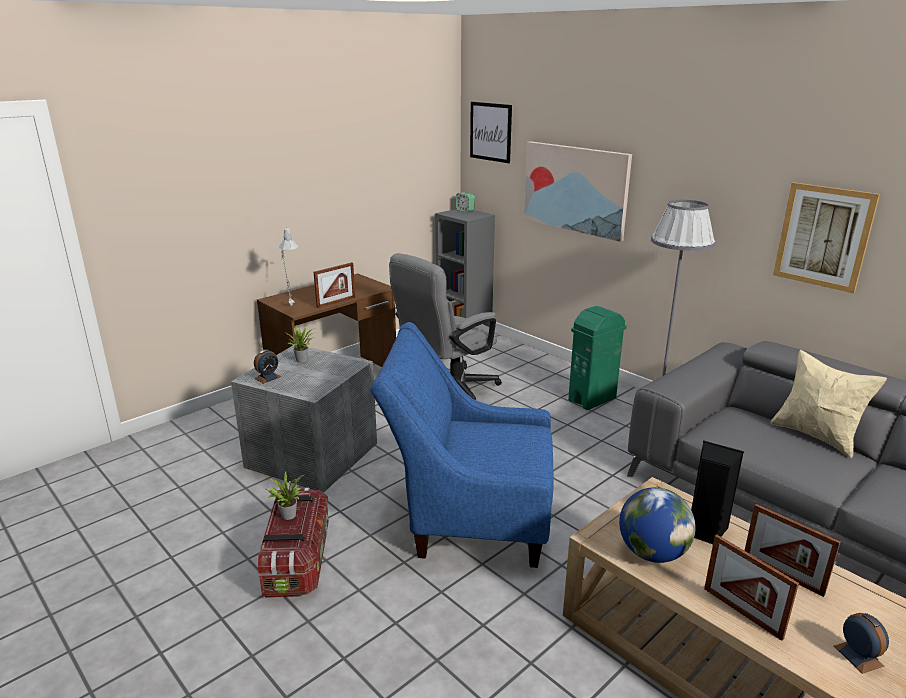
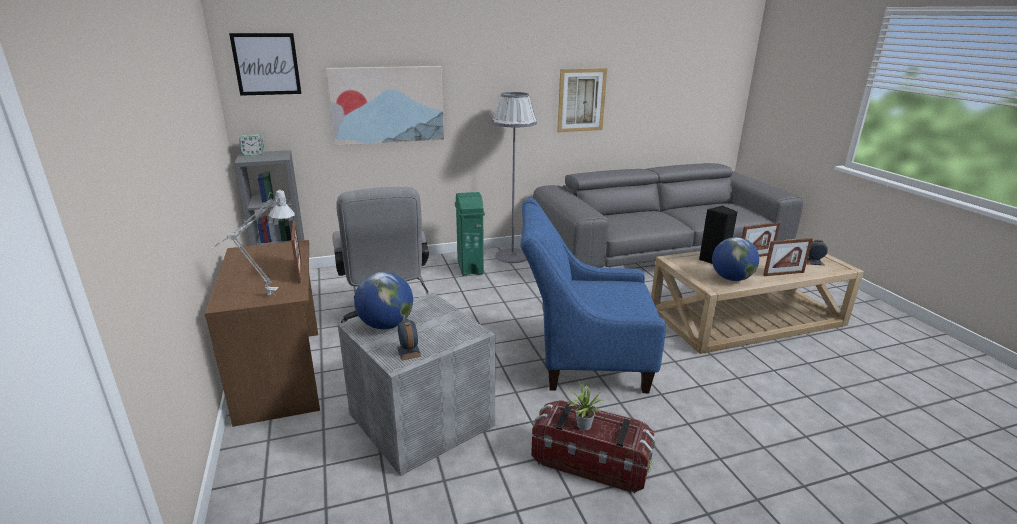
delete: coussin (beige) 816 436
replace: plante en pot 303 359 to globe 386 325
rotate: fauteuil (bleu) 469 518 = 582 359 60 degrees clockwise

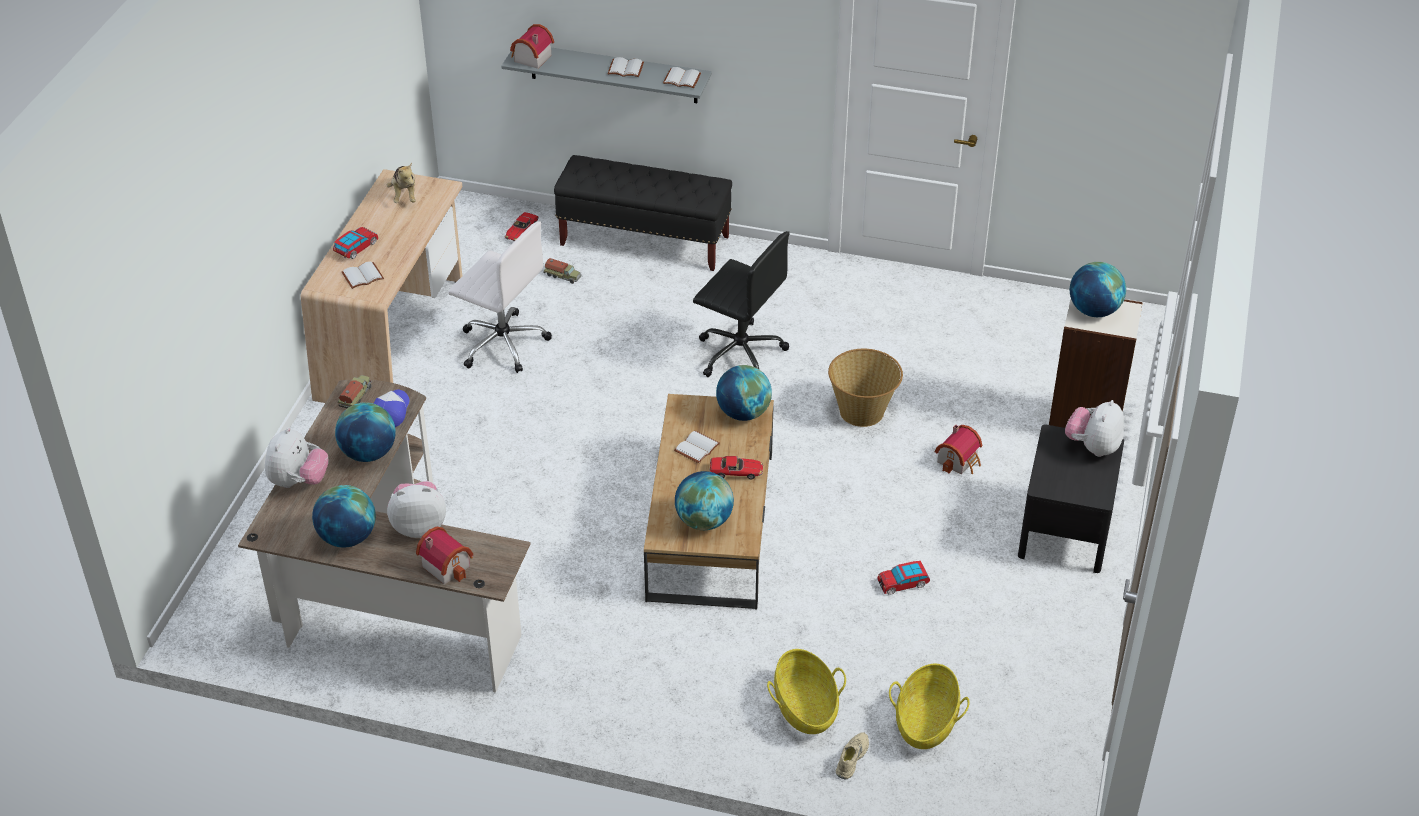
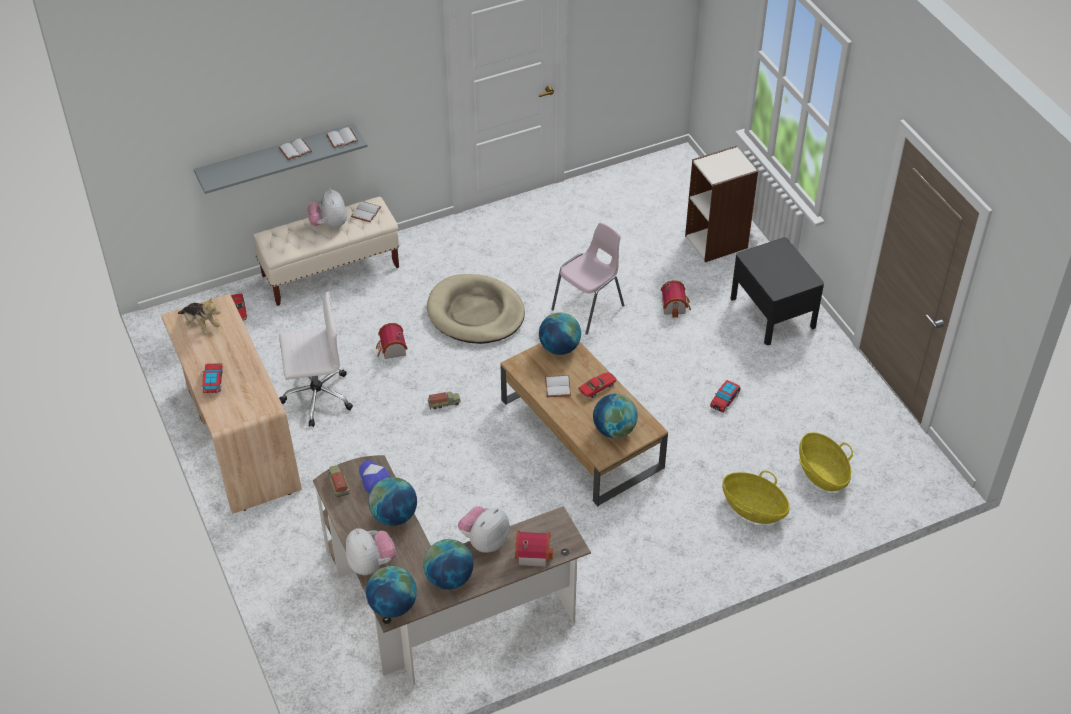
delete: chaussure (beige) 851 758
move: livre (blanc) 362 277 to 366 213; maison miniature 530 58 to 391 350; camion jouet 563 276 to 444 403; peluche 1092 447 to 329 224; globe 1094 310 to 392 605
replace: chaise de bureau (noir) 739 353 to panier pour chien (beige) 475 313; panier 862 411 to chaise (rose) 589 308
recolor: banc (noir) 645 241 to banc (beige) 331 271

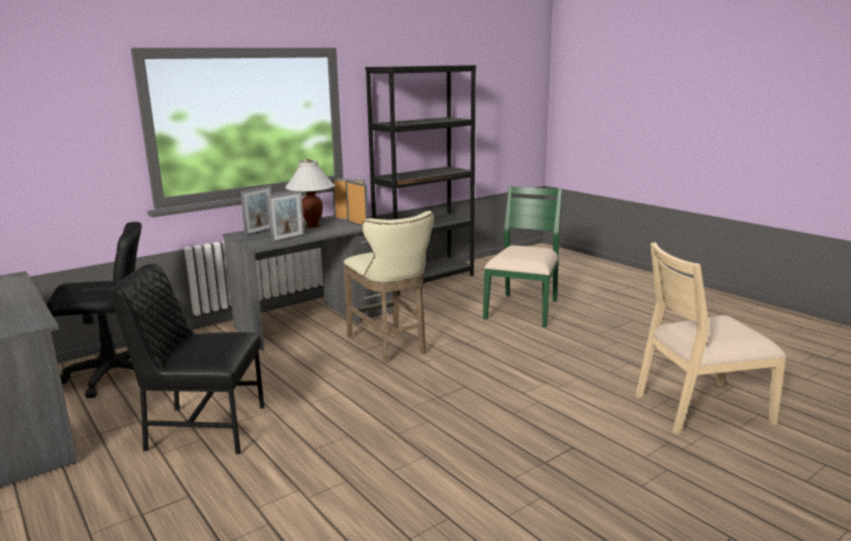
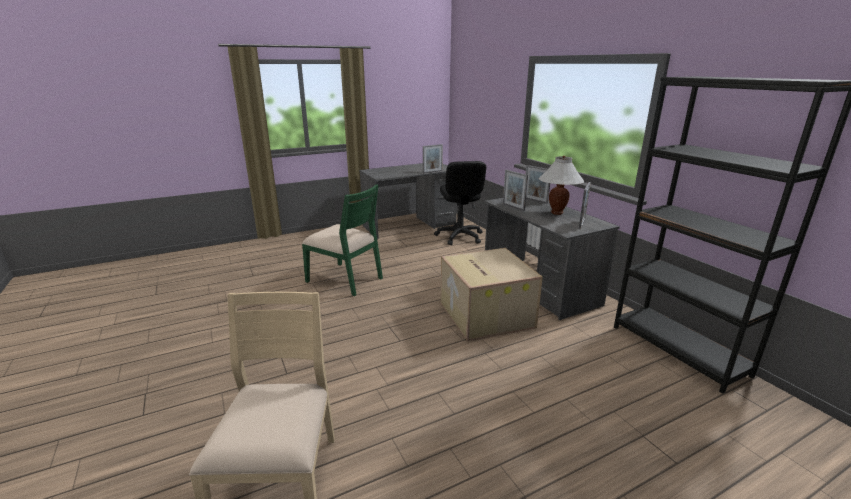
delete: chaise (noir) 204 428
move: cadre photo 358 224 to 432 172; chaise (vert) 523 309 to 345 279
replace: tabouret (beige) 390 346 to carton 484 314

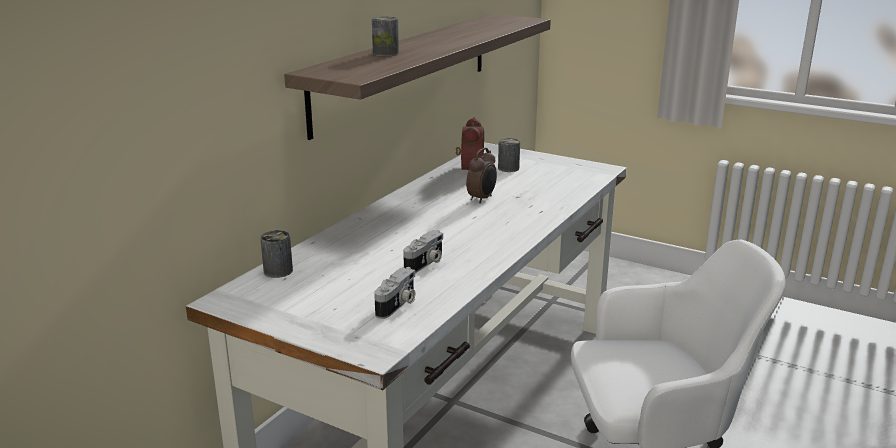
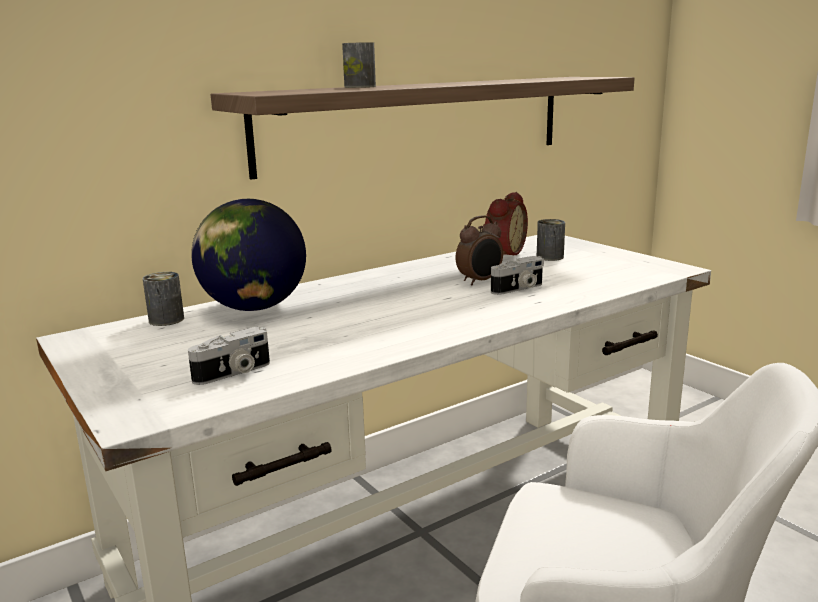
insert: globe 253 307
move: appareil photo 425 263 to 518 289

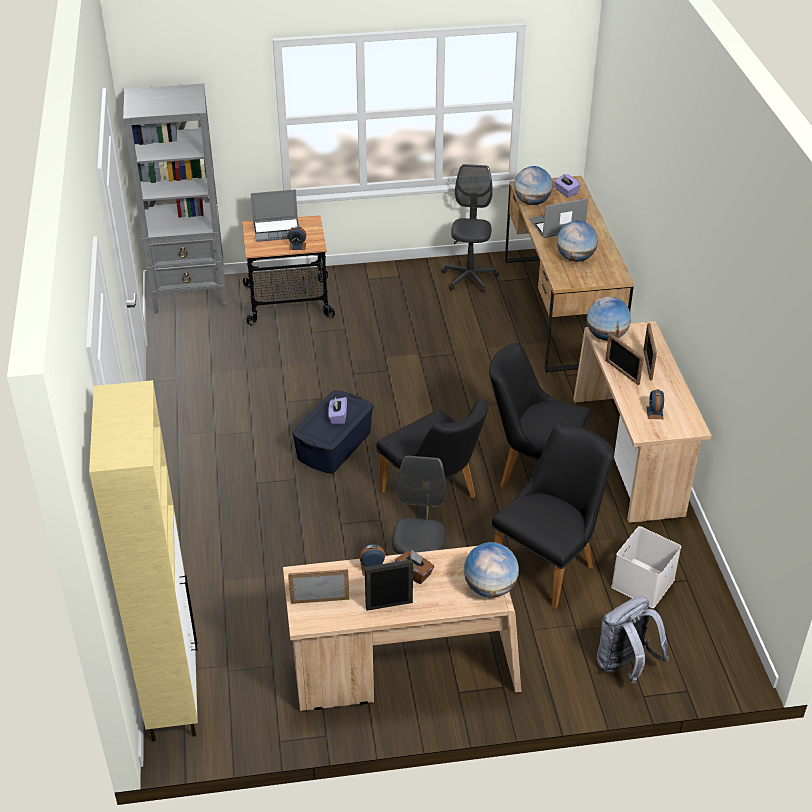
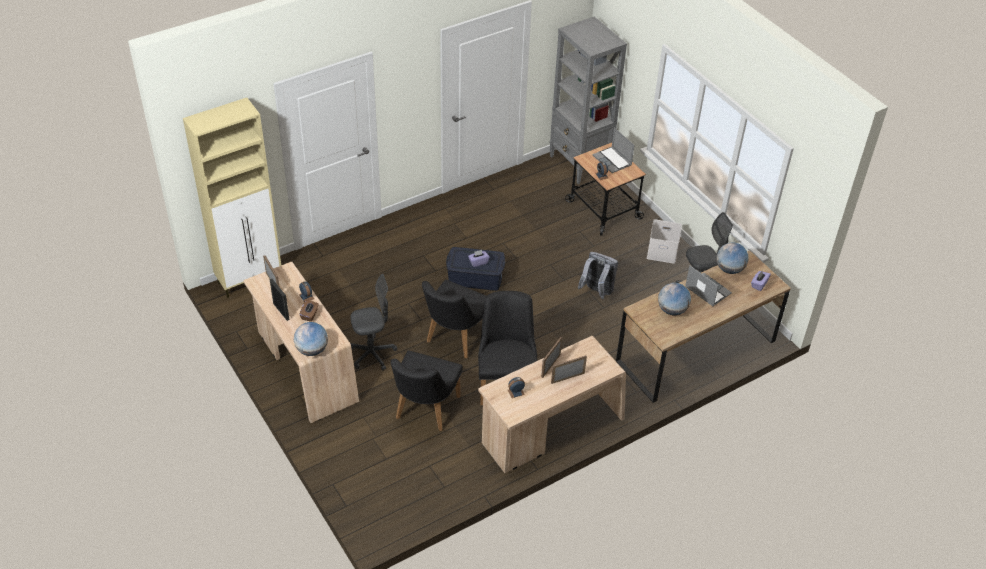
delete: globe 606 336
move: sac à dos (gris) 625 666 to 597 292; boîte de rangement (blanc) 642 582 to 663 251
rotate: chaise (noir) 550 563 = 424 411 90 degrees clockwise

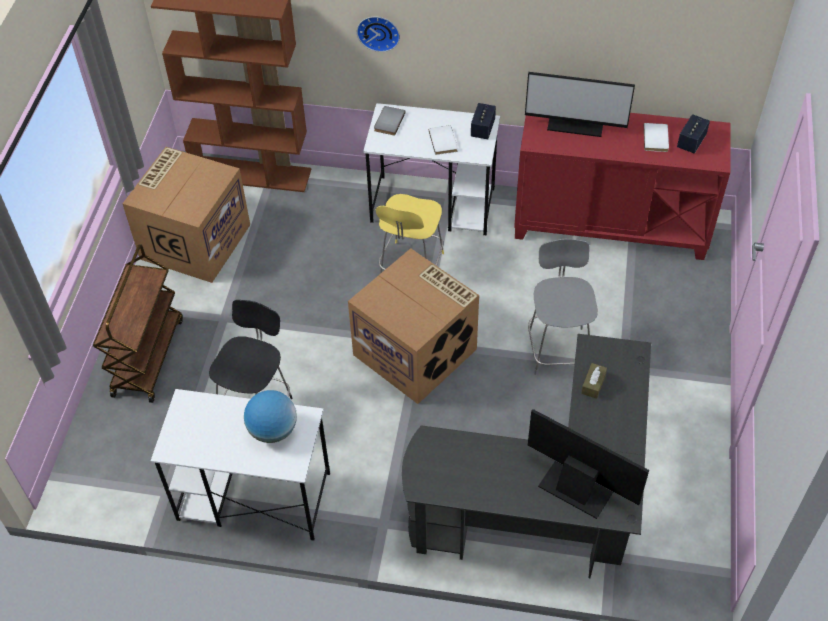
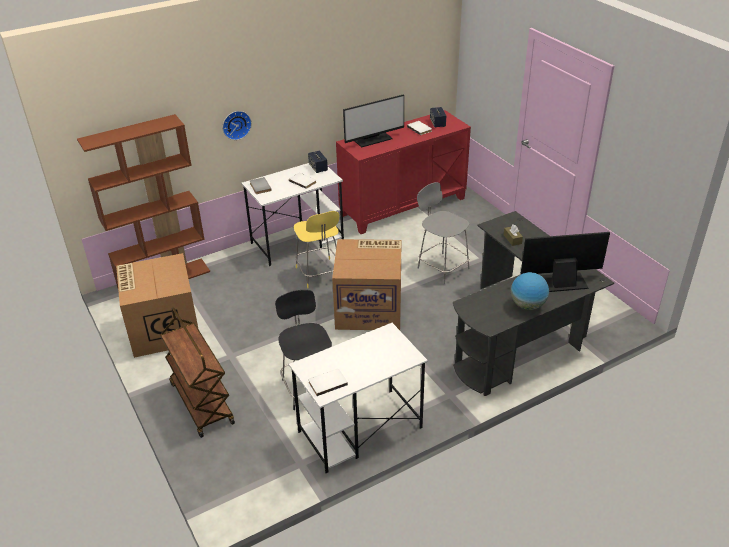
insert: livre (blanc) 327 382
move: globe 273 430 to 527 305

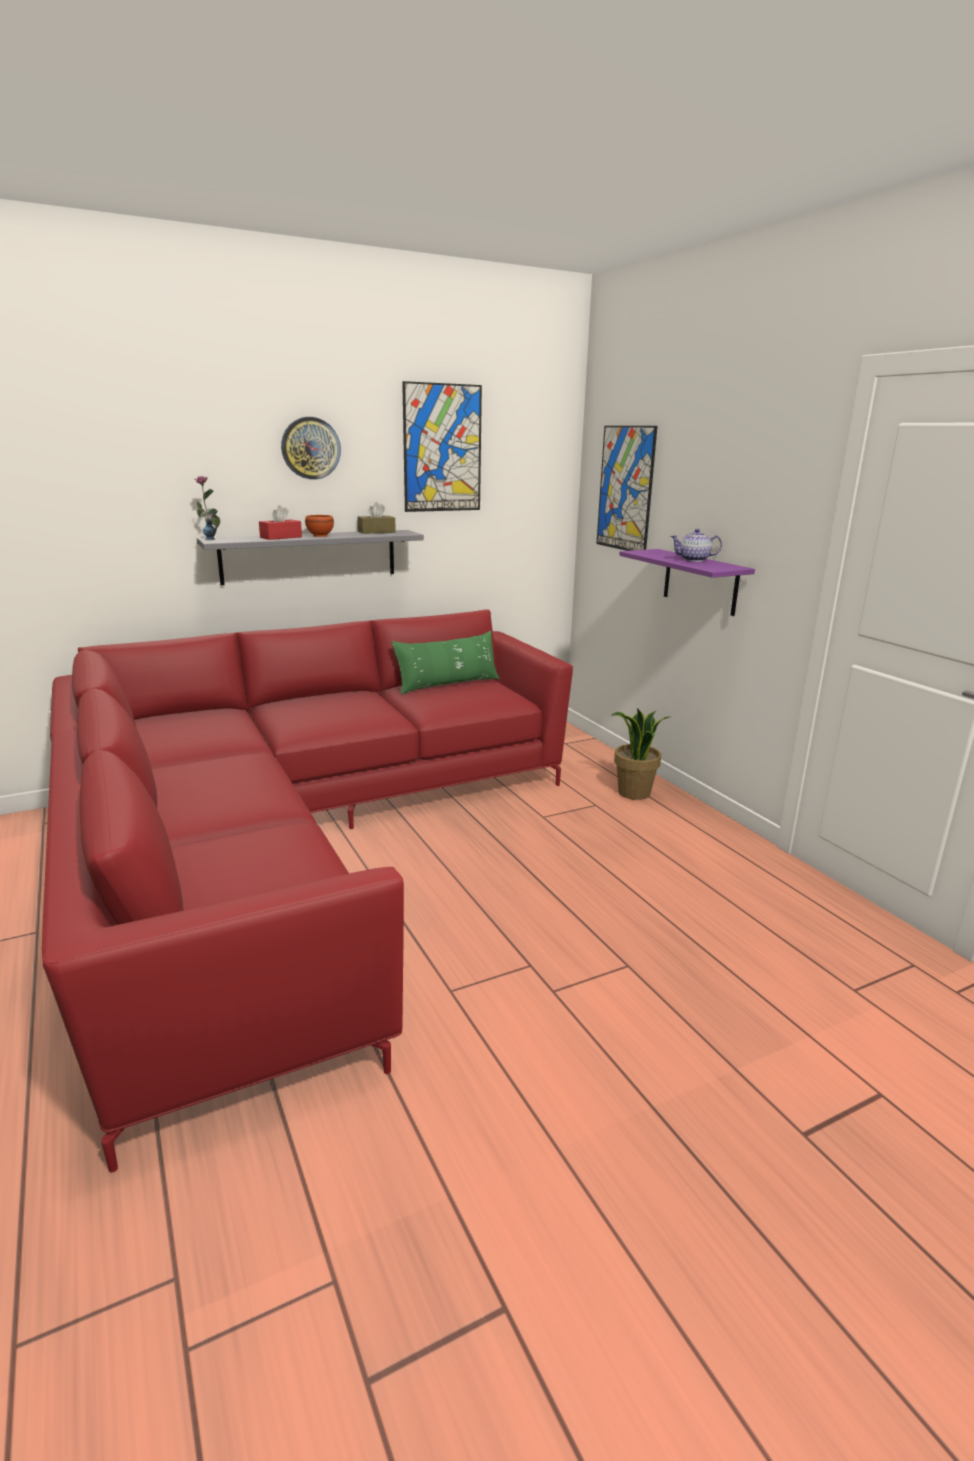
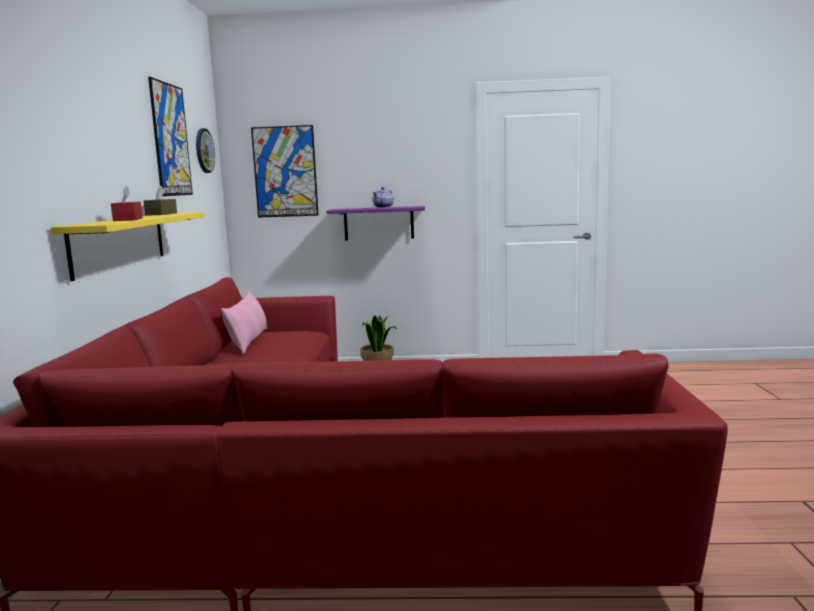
delete: vase 210 540; bol (marron) 319 536
move: horloge murale 310 448 to 204 150
recolor: étagère (gris) 309 556 to étagère (jaune) 120 243; coussin (vert) 448 684 to coussin (rose) 249 341

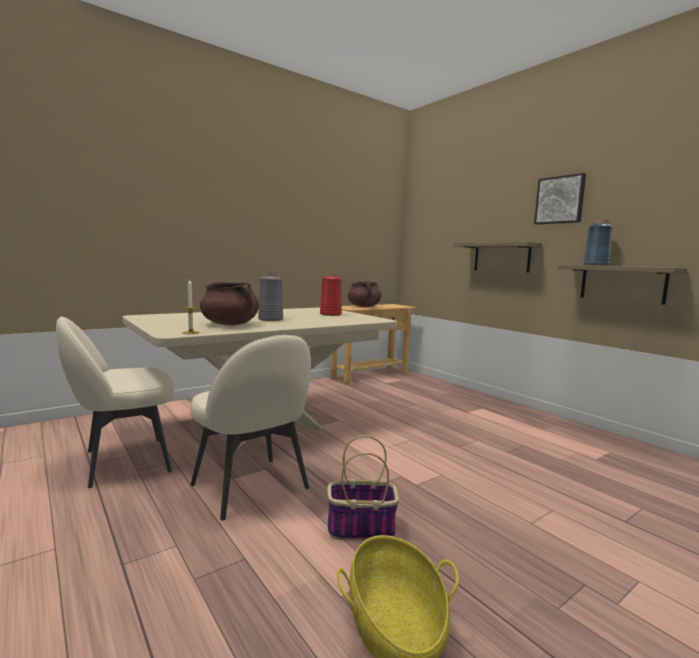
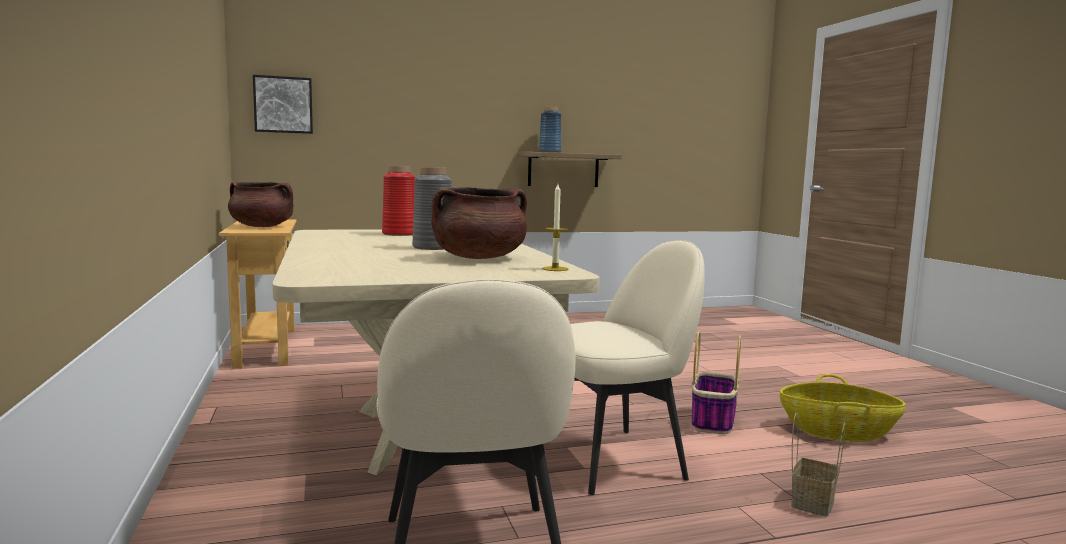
delete: étagère 501 257
insert: panier 812 501
move: tableau 560 200 to 283 105

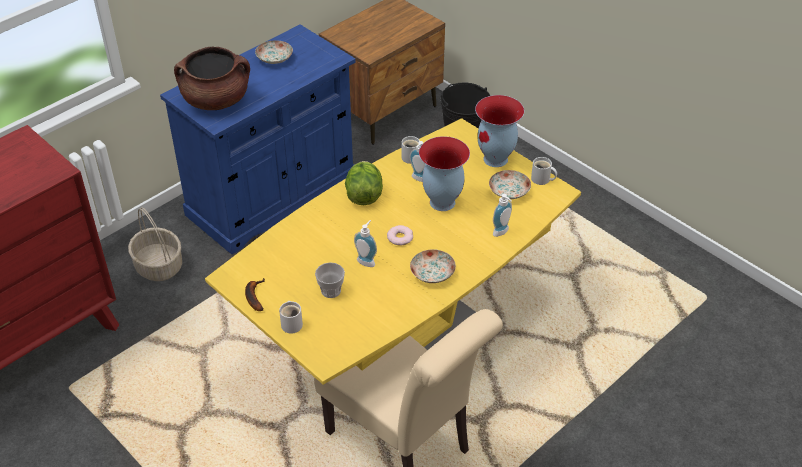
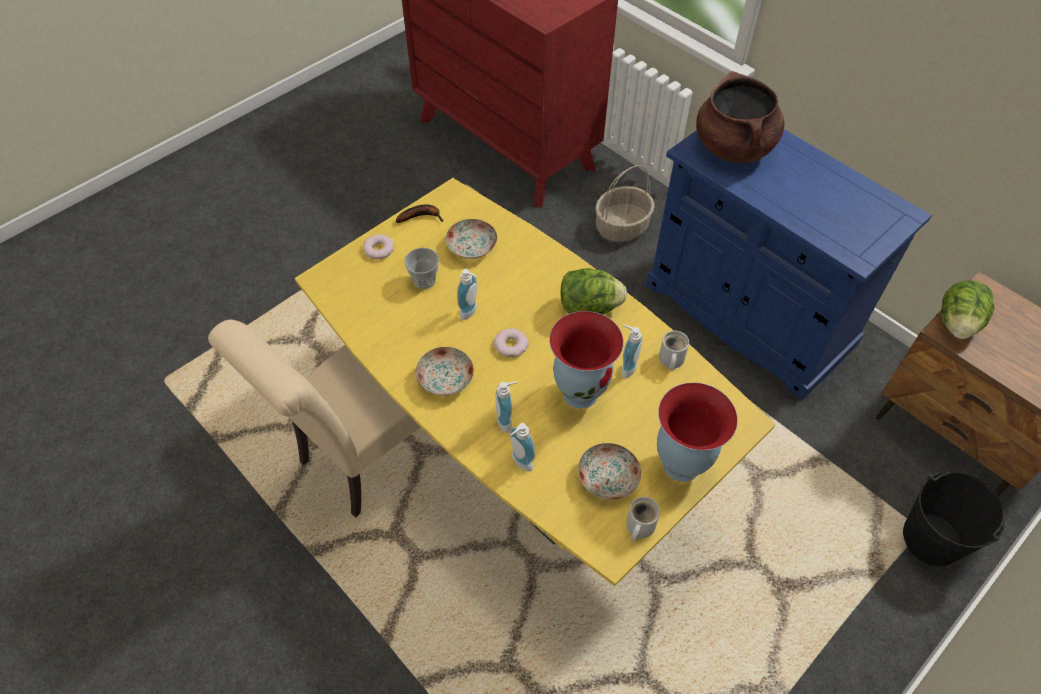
insert: distributeur de savon 507 420; laitue 957 323
move: assiette 275 58 to 472 247
replace: mug (blanc) 292 323 to beignet 378 249

